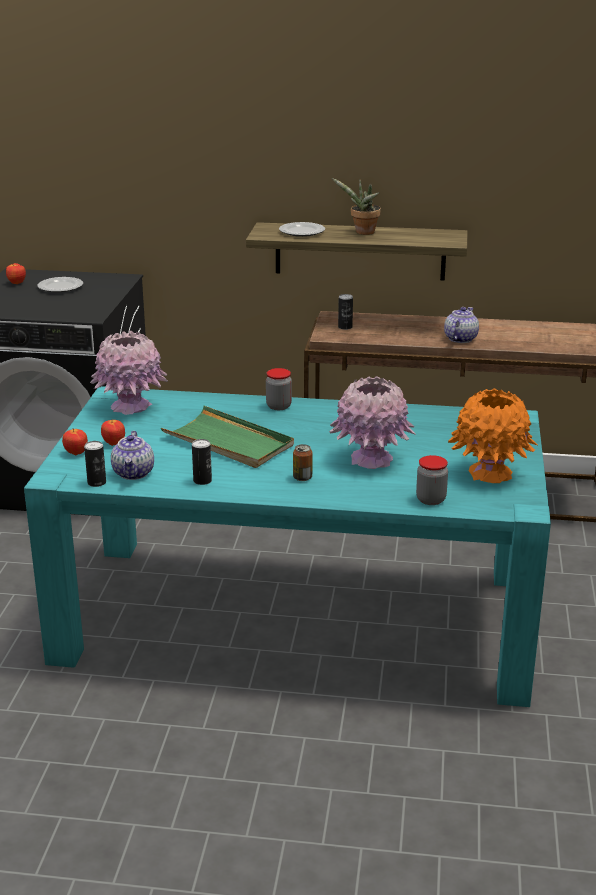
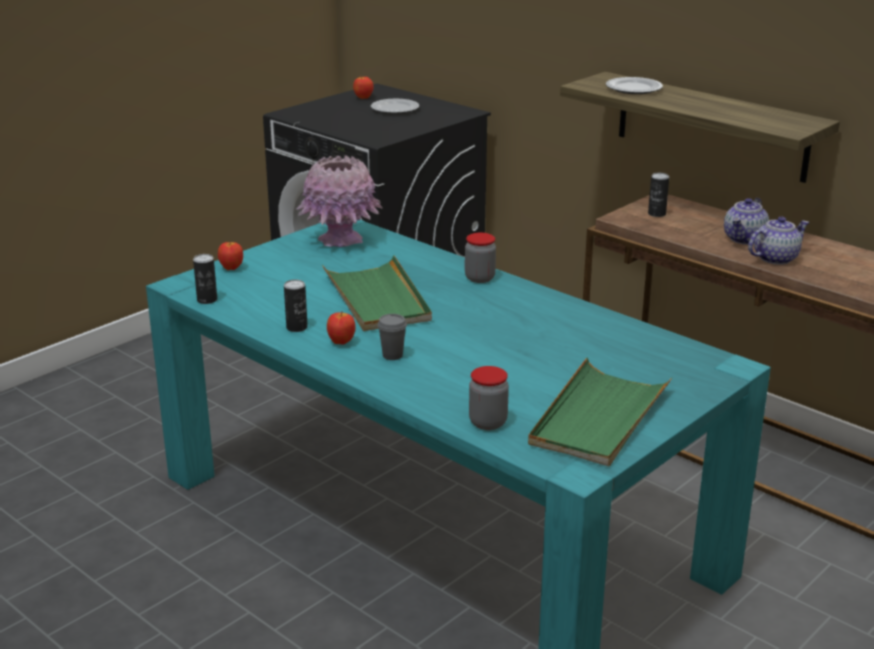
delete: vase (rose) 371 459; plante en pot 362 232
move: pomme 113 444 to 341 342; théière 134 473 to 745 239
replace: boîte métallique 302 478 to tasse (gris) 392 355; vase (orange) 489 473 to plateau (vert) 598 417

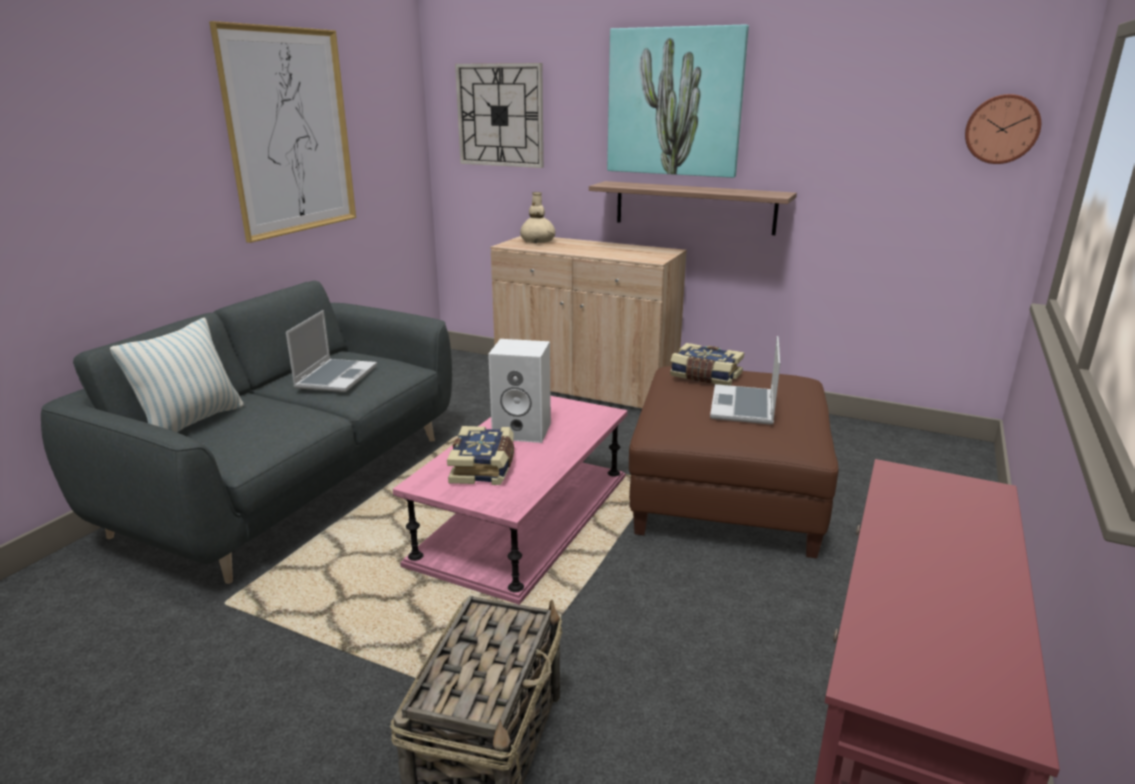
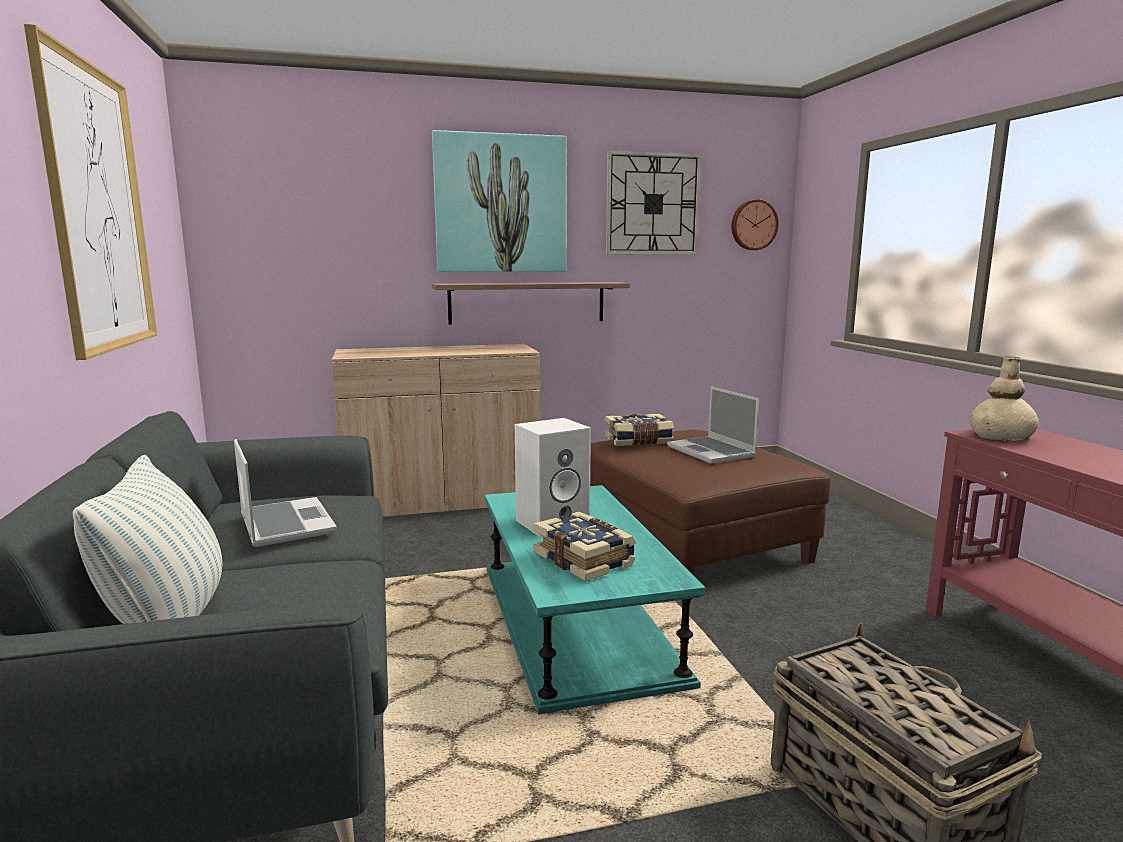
move: horloge murale 500 115 to 652 204; vase (beige) 537 241 to 1001 437
recolor: table basse (rose) 524 517 to table basse (turquoise) 575 620

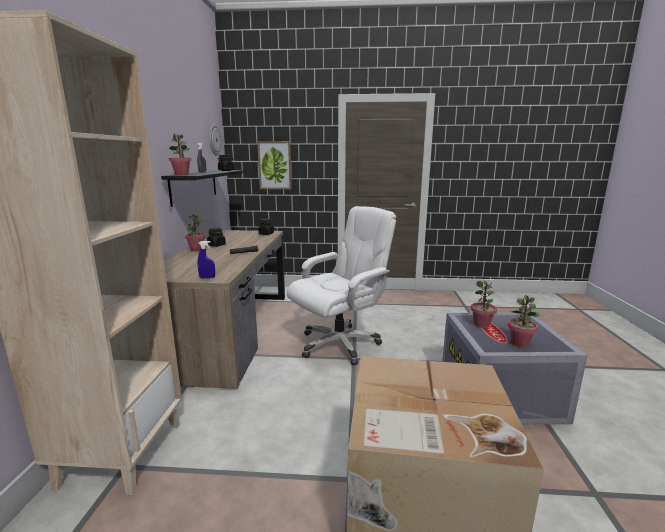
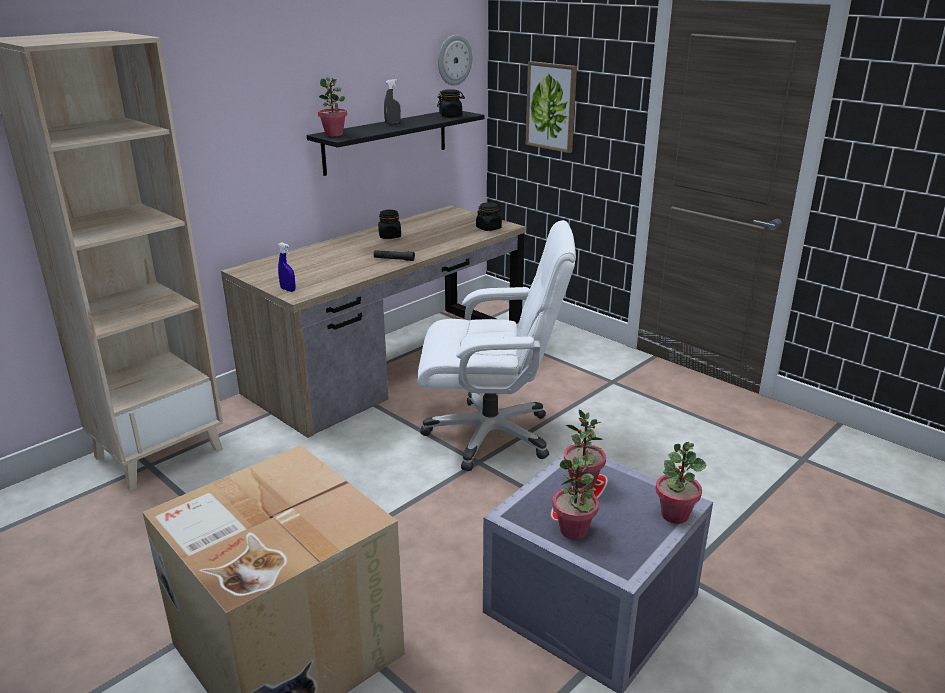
move: plante en pot 196 249 to 674 515

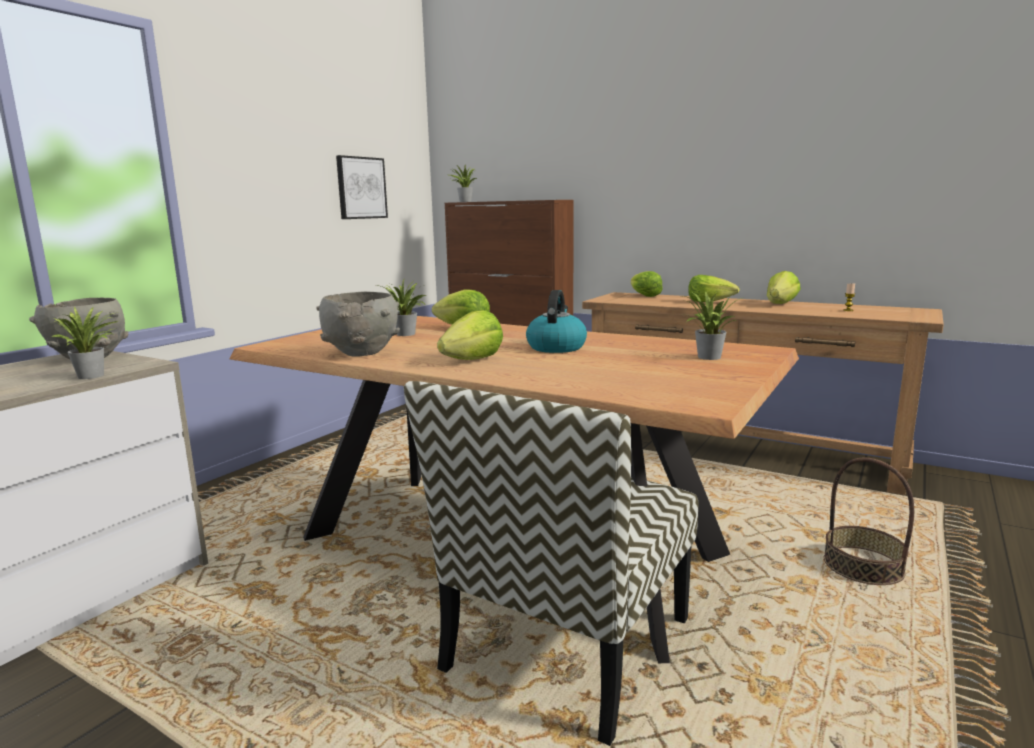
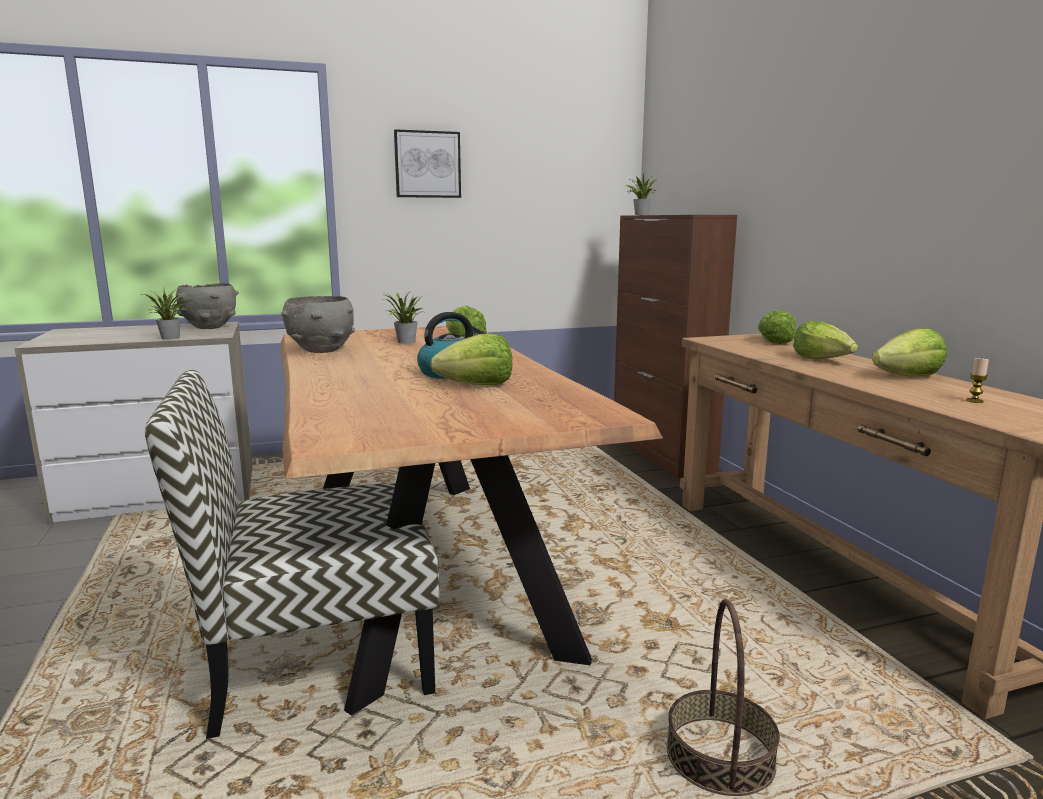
delete: plante en pot 707 357
move: tableau 361 188 to 427 164; laitue 473 360 to 477 385

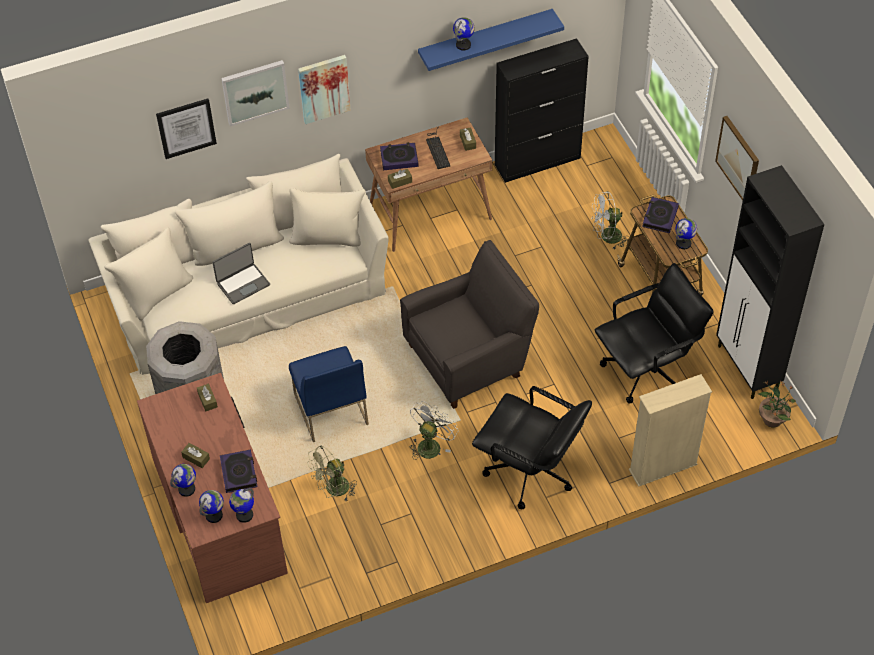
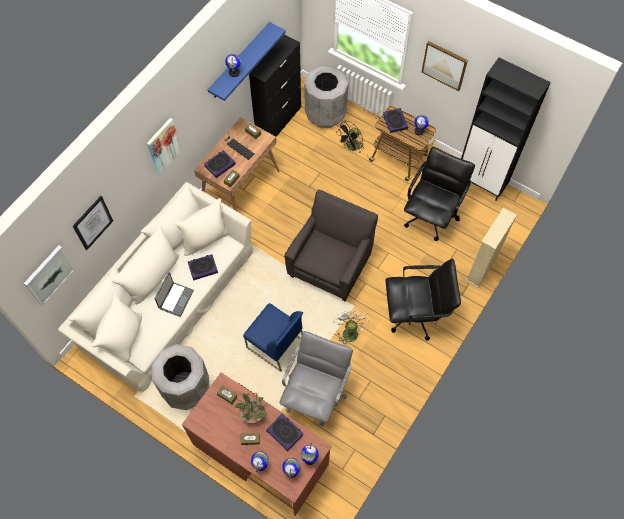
insert: livre 203 268; poubelle (gris) 325 114
move: tableau 255 92 to 49 275; plante en pot 772 419 to 252 414
replace: ventilateur (vert) 333 490 to chaise de bureau (gris) 315 394
recolor: ventilateur (blanc) 606 237 to ventilateur (noir) 351 147

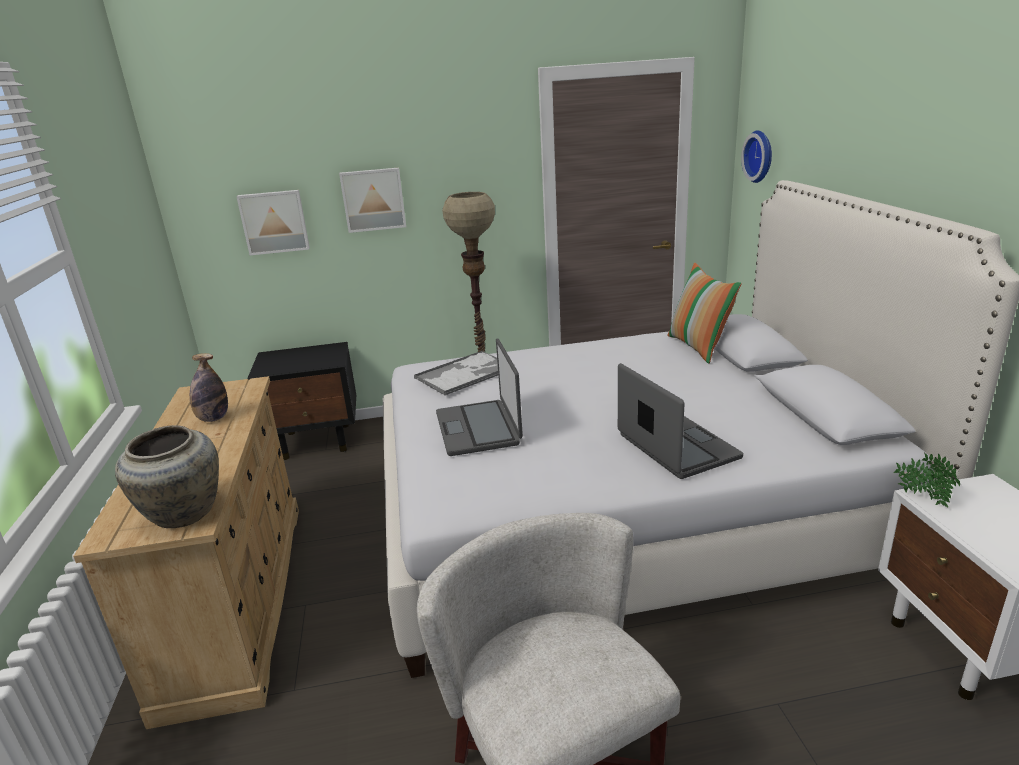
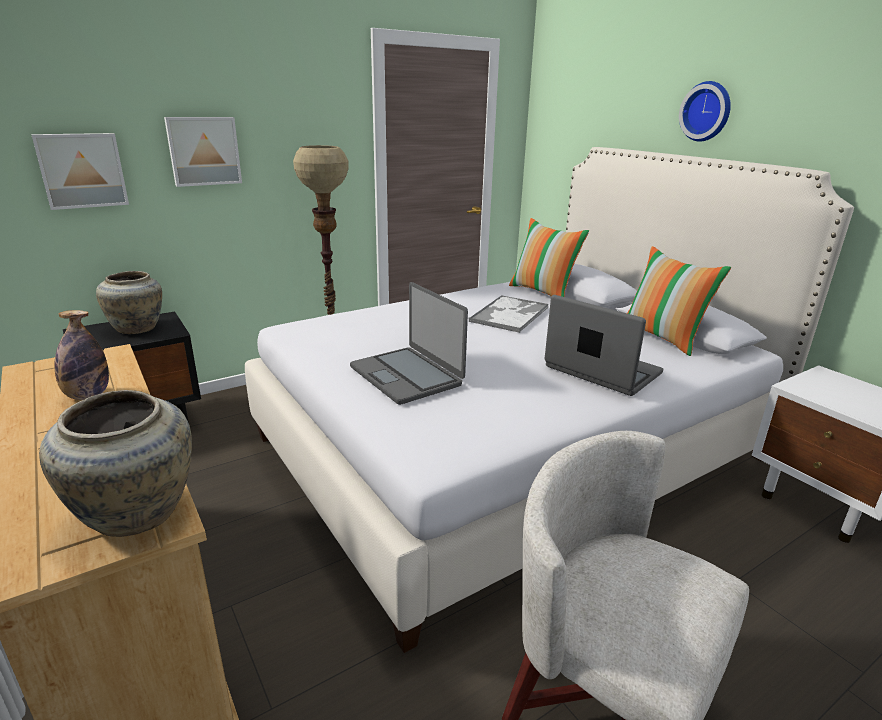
delete: plante en pot 922 497
insert: vase (beige) 138 329; coussin 662 338
move: plateau 465 373 to 510 314; horloge murale 760 156 to 707 111

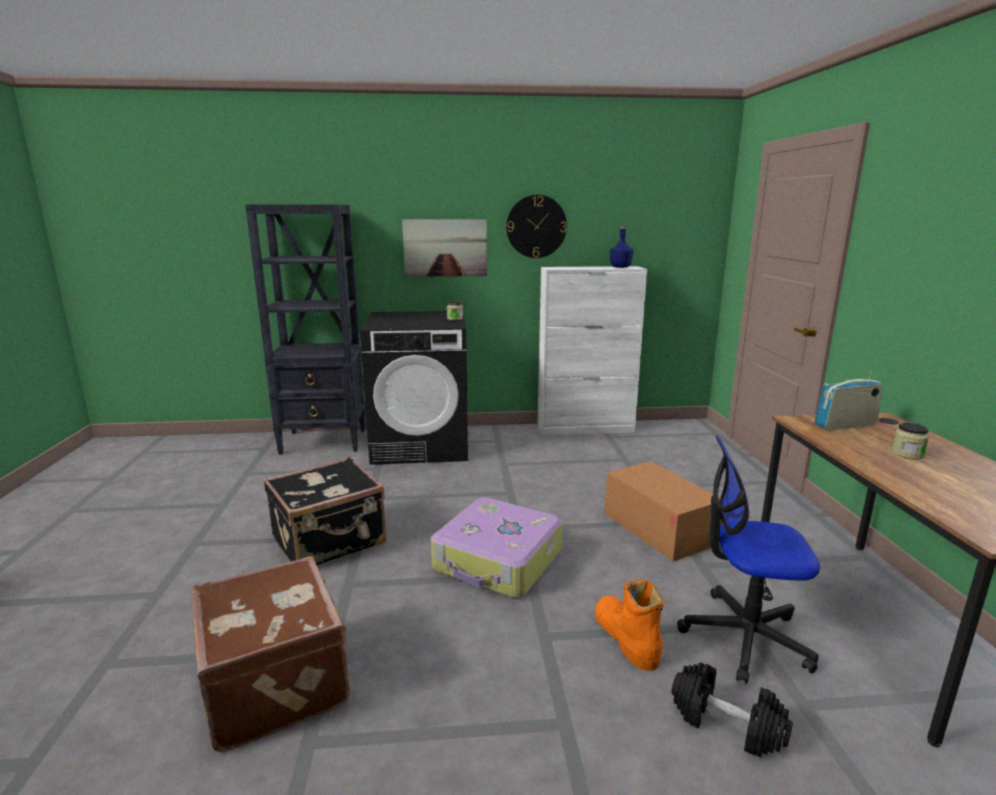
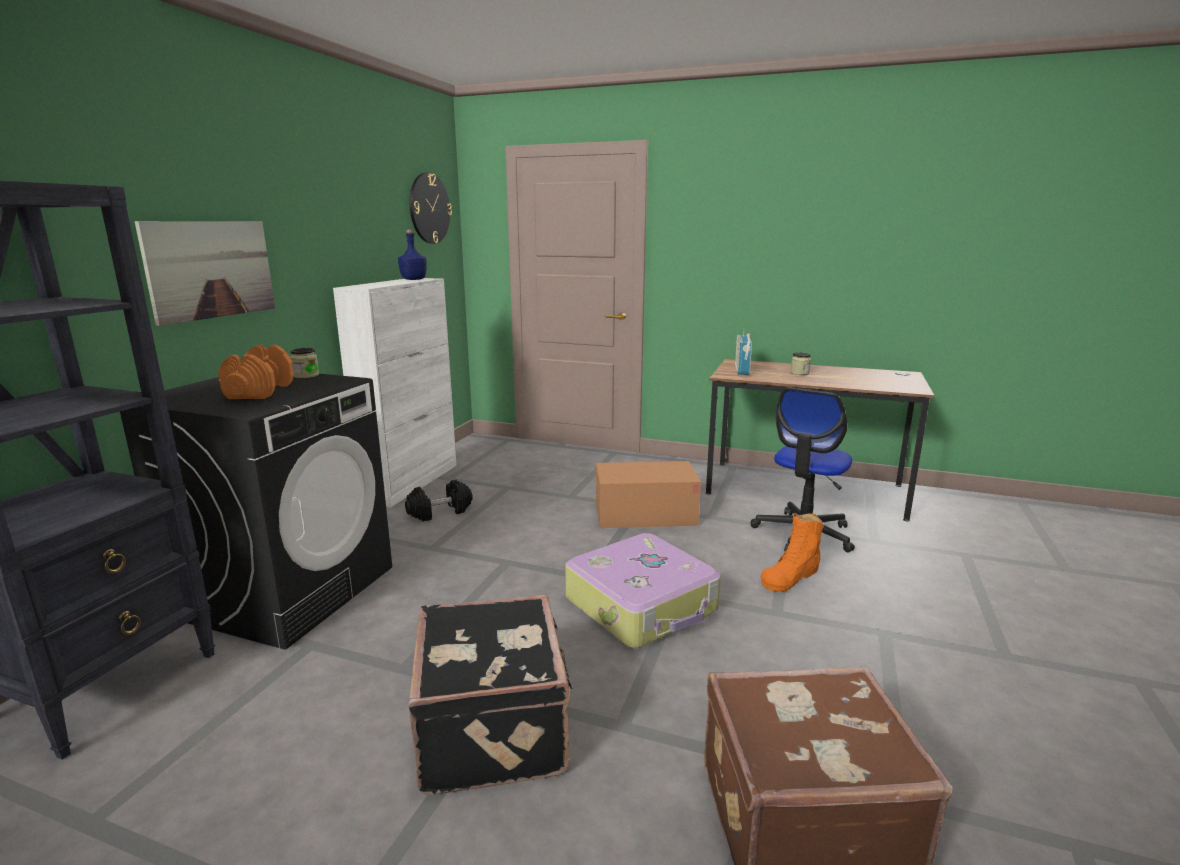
insert: haltère (orange) 260 391
move: horloge murale 536 226 to 429 208; haltère (noir) 727 724 to 440 512
rotate: botte (orange) 626 638 = 790 576 45 degrees counterclockwise

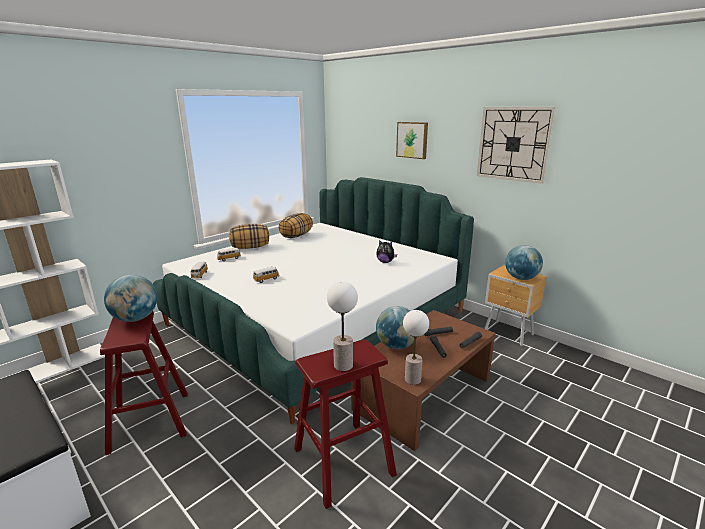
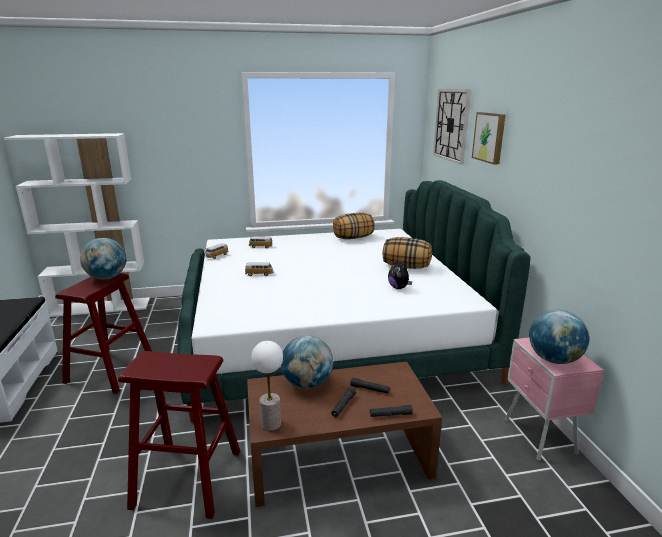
delete: lampe de table 343 365
move: coussin 250 247 to 406 267; horloge murale 513 144 to 451 125
recolor: table de chevet (marron) 509 334 to table de chevet (rose) 539 438

